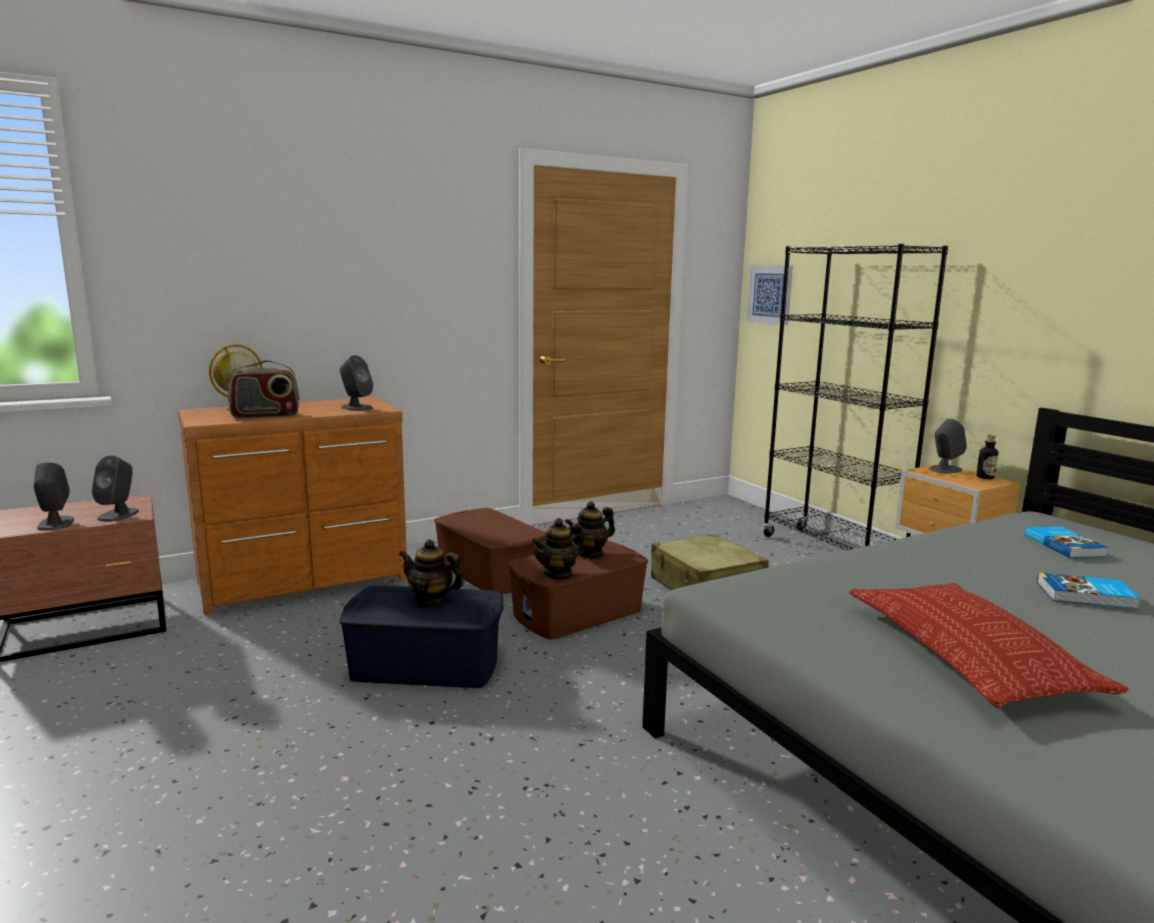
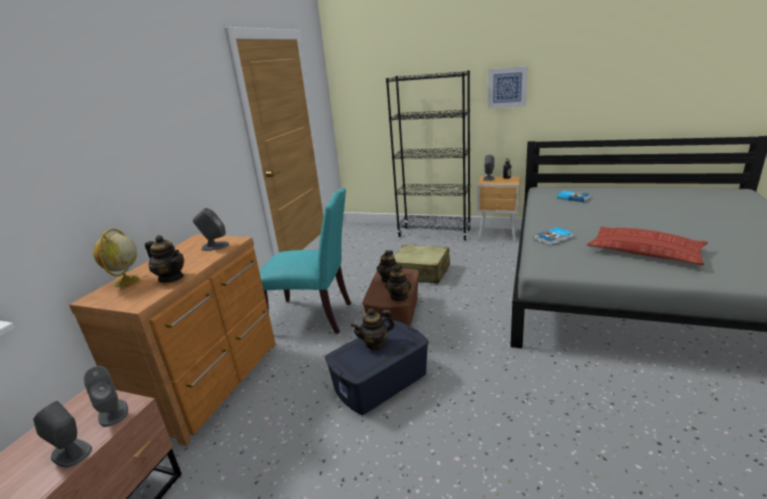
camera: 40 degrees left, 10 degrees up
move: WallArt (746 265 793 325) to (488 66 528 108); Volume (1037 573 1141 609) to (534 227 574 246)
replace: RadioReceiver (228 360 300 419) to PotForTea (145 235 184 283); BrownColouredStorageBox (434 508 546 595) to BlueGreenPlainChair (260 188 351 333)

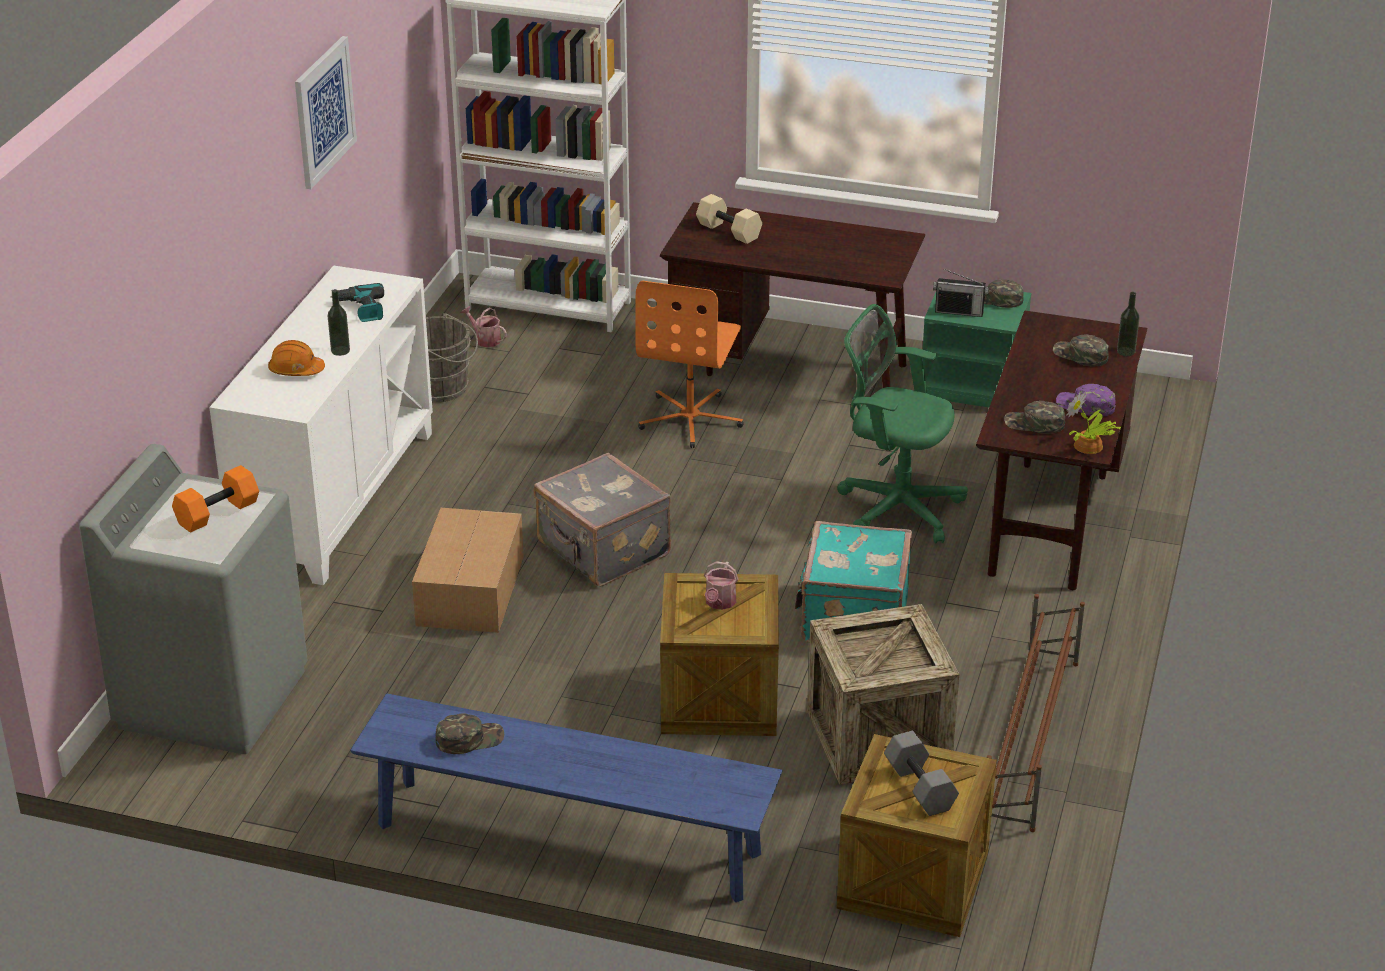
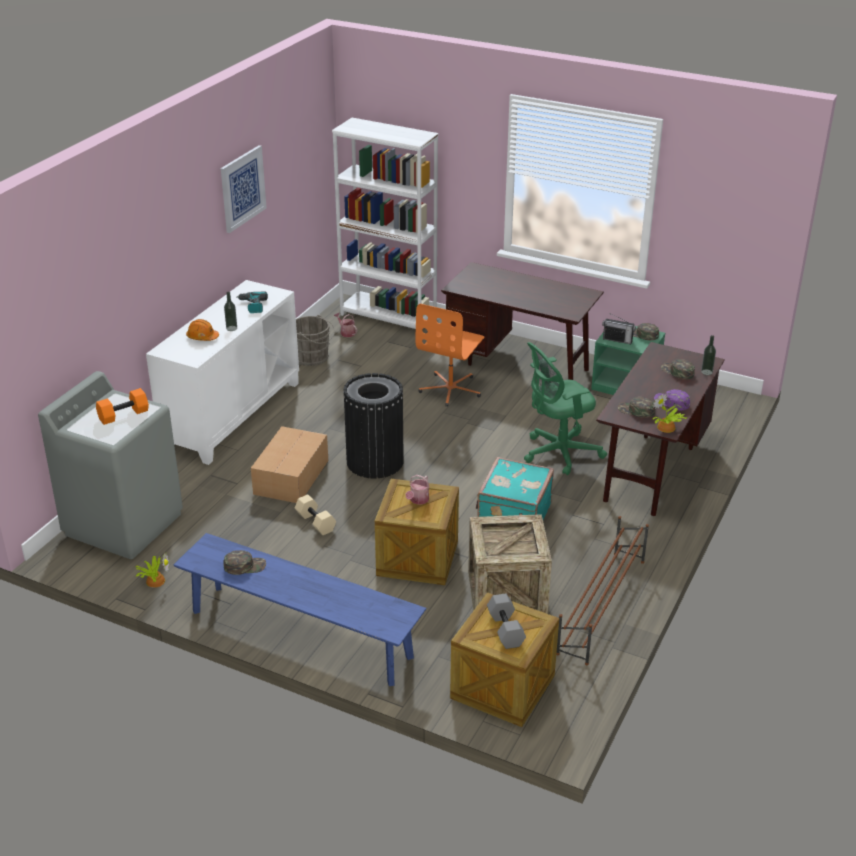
camera: 10 degrees right, 0 degrees up
insert: Houseplant (135 553 169 588)
move: BeigeColouredHandWeight (696 194 762 244) to (295 494 336 535)
replace: GrayPieceOfLuggage (534 452 671 586) to BlackWasteBin (343 373 404 479)
rotate: GreenishOfficeChair (837 304 968 544) = (524 342 607 475) 60 degrees counterclockwise

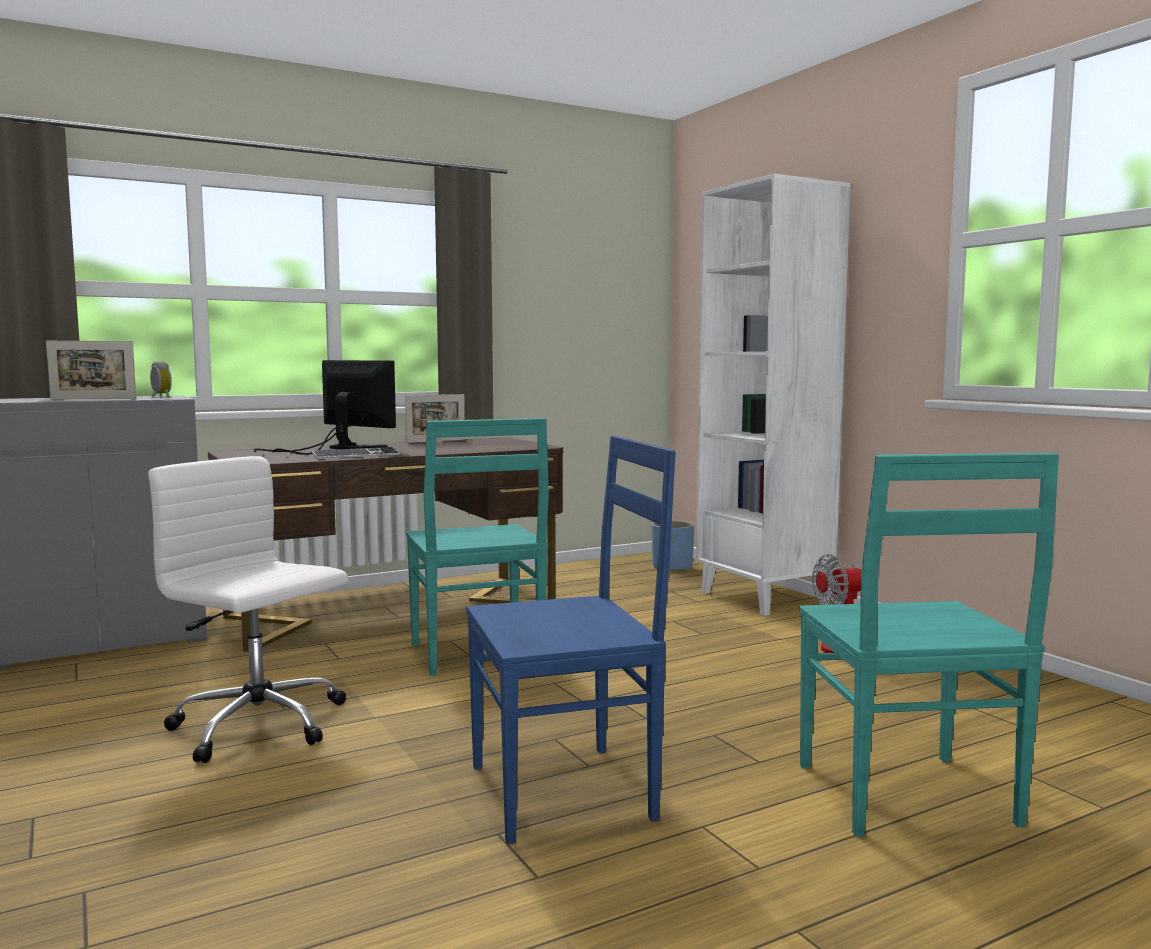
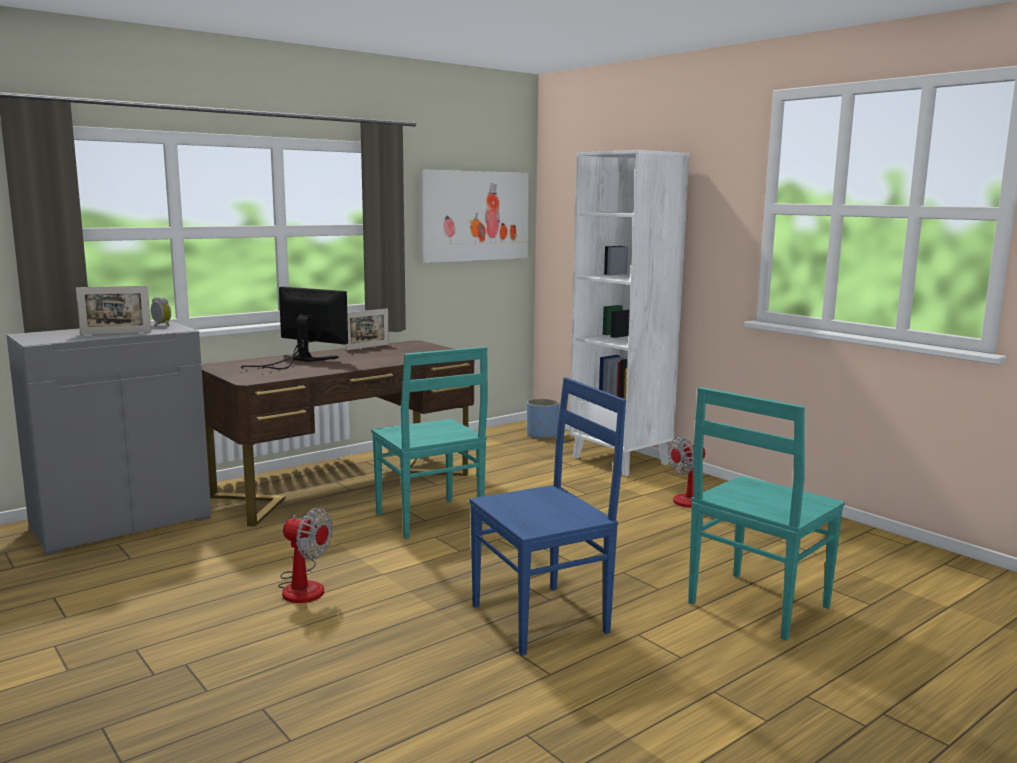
camera: 10 degrees left, 5 degrees up
delete: Keyboard (312 447 400 459)
insert: WallArt (419 169 529 263)
replace: WhitishOfficeChair (148 456 348 763) to ElectricFan (278 508 333 603)
rotate: BlueGreenPlainChair (799 453 1059 836) = (688 387 845 641) 60 degrees clockwise

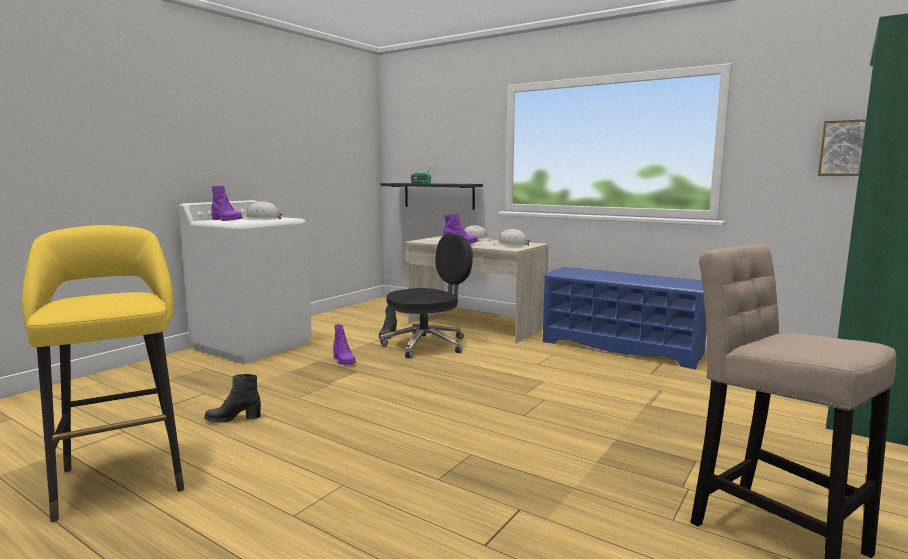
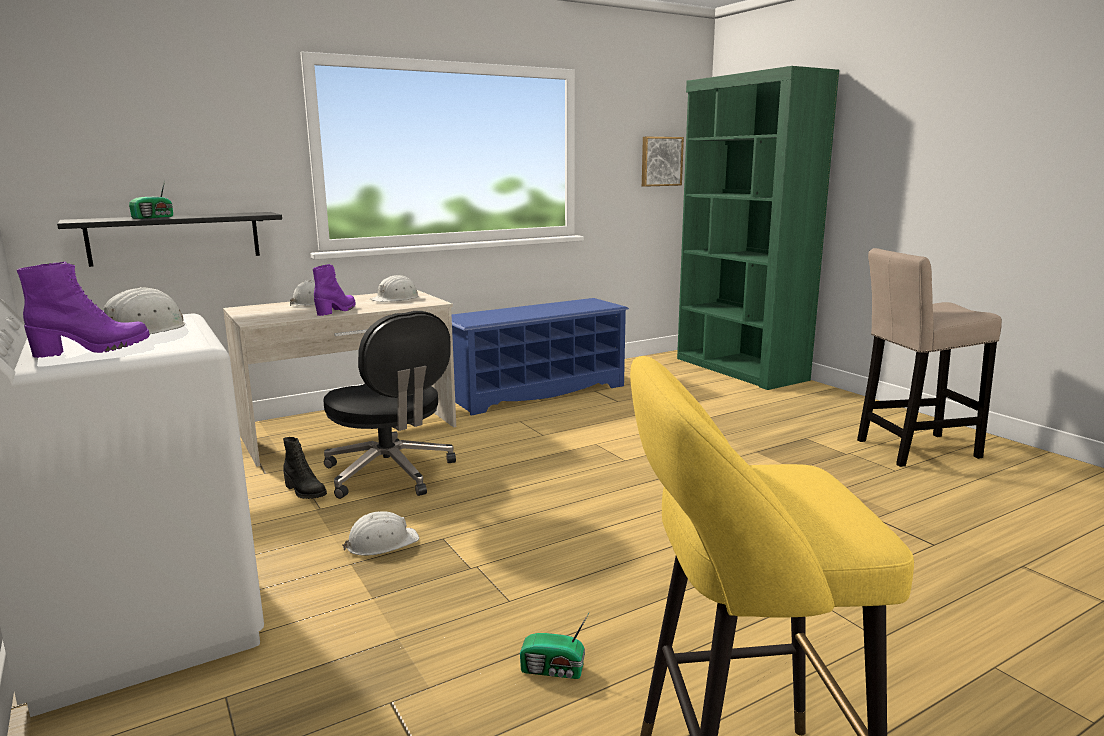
camera: 65 degrees left, 5 degrees up
replace: BlackTallBoot (204 374 261 423) to RadioReceiver (520 613 589 679); PurpleTallBoot (333 324 356 365) to WhitishSafetyHelmet (342 511 419 556)
rotate: BlackOfficeChair (380 234 473 358) = (323 311 456 499) 150 degrees clockwise

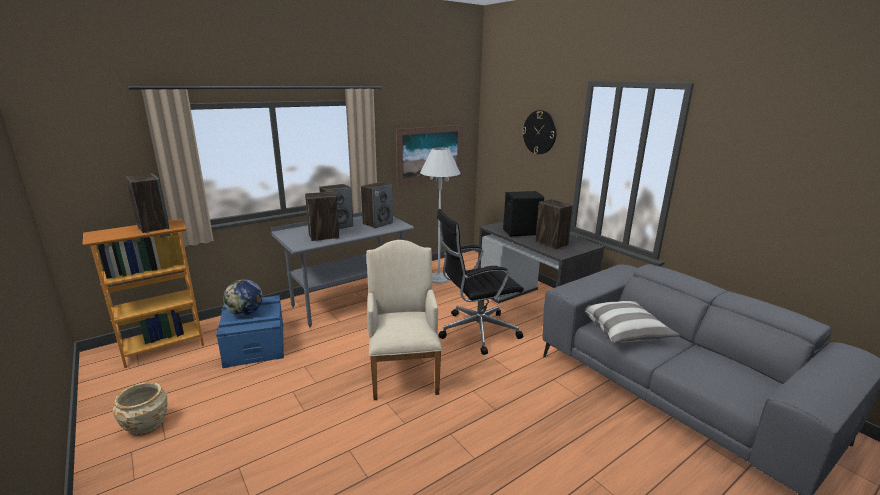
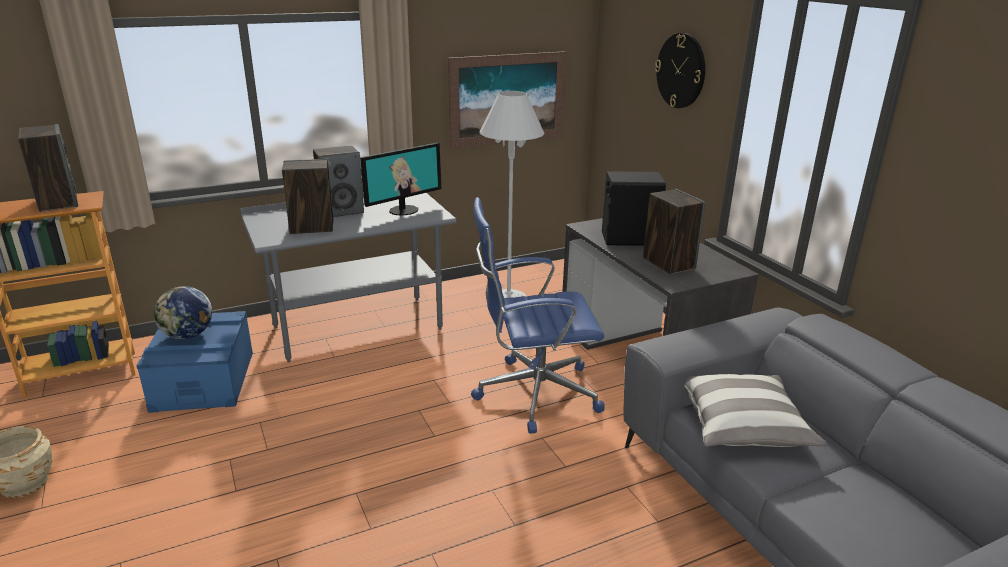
camera: 10 degrees right, 5 degrees up
delete: BeigeColouredEasyChair (366 240 442 400)
replace: Loudspeaker (361 182 393 228) to ComputerScreen (360 143 442 216)
recolor: BlackOfficeChair (437 209 524 355) to BlueOfficeChair (471 197 605 434)

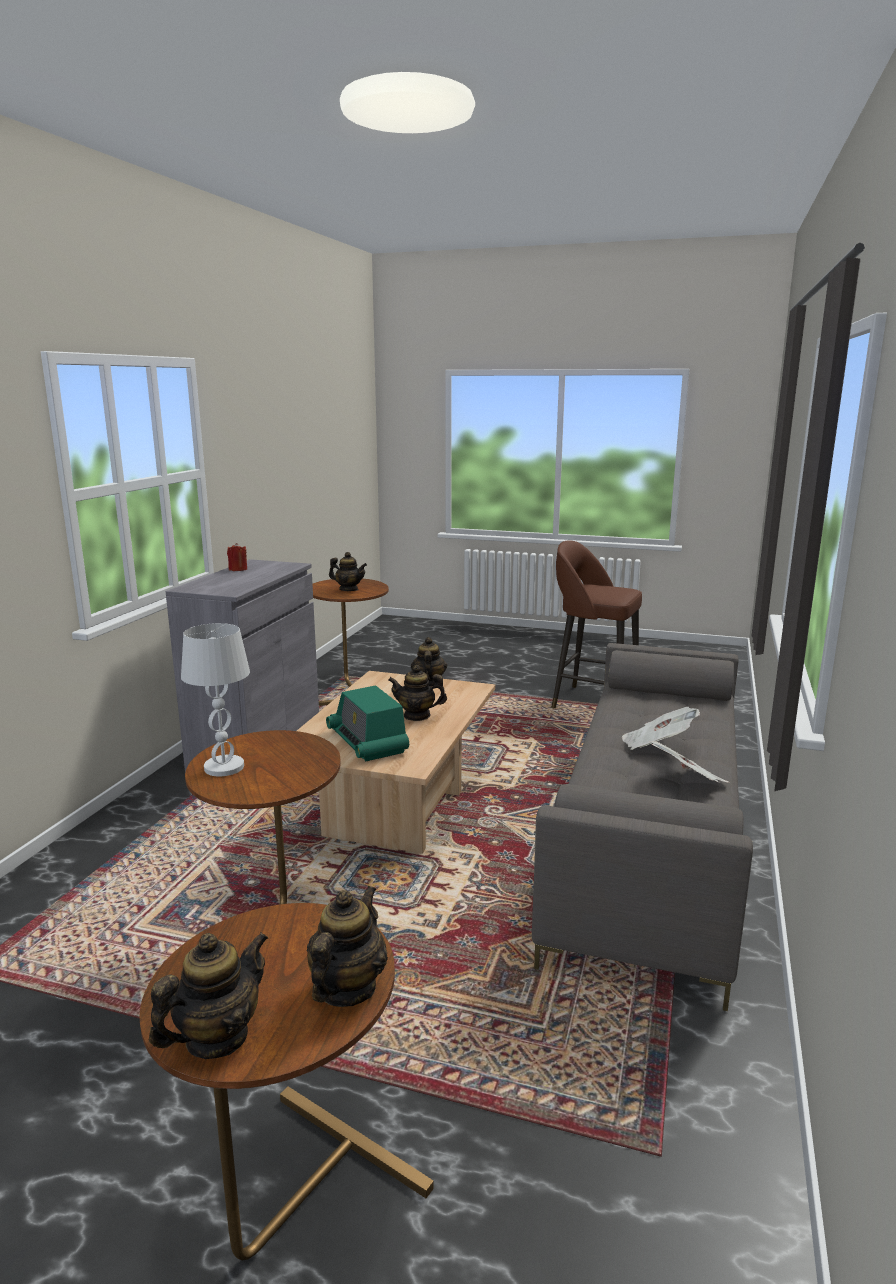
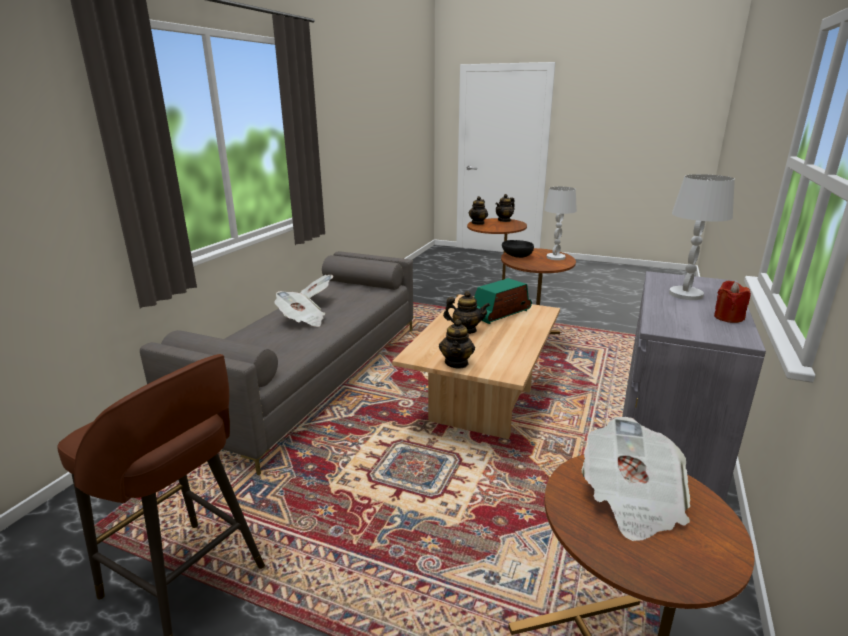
camera: 175 degrees left, 5 degrees up
insert: BlackBowl (502 240 534 258); WhitishTabletopLamp (669 174 735 300)
replace: PotForTea (329 552 367 591) to DailyPaper (581 417 690 541)
rotate: RadioReceiver (326 685 409 762) = (474 278 532 324) 105 degrees counterclockwise

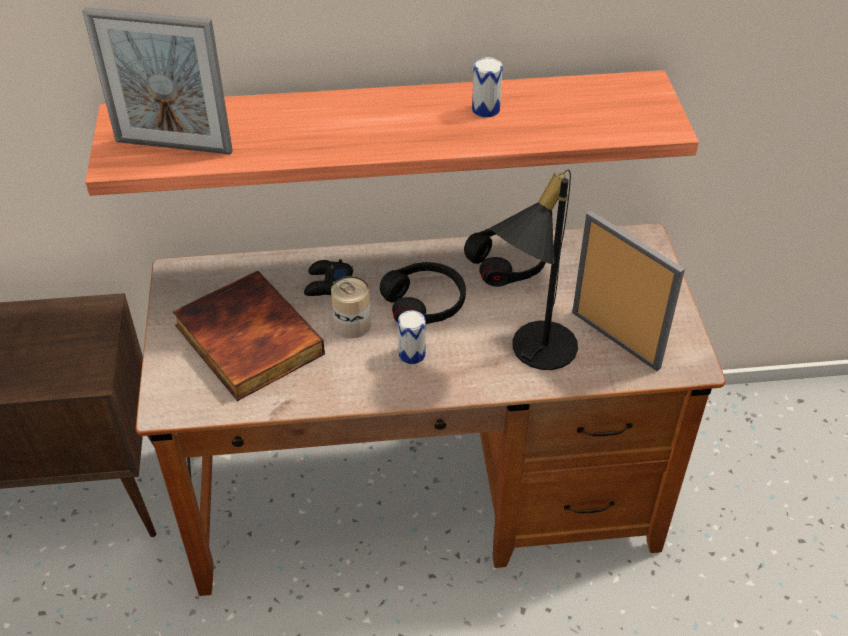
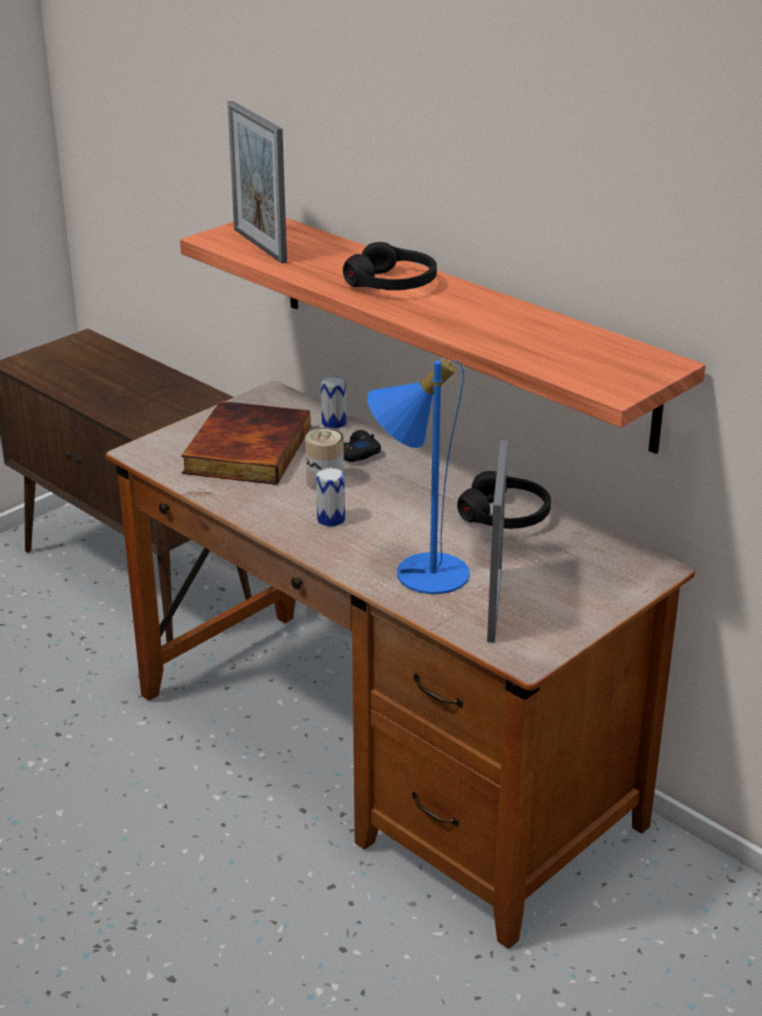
camera: 50 degrees right, 15 degrees down
move: BlackPairOfHeadphones (380 262 466 324) to (343 242 437 290); MetalCan (472 57 503 118) to (321 376 347 429)
recolor: BlackTabletopLamp (491 170 578 370) to BlueTabletopLamp (367 359 470 594)

